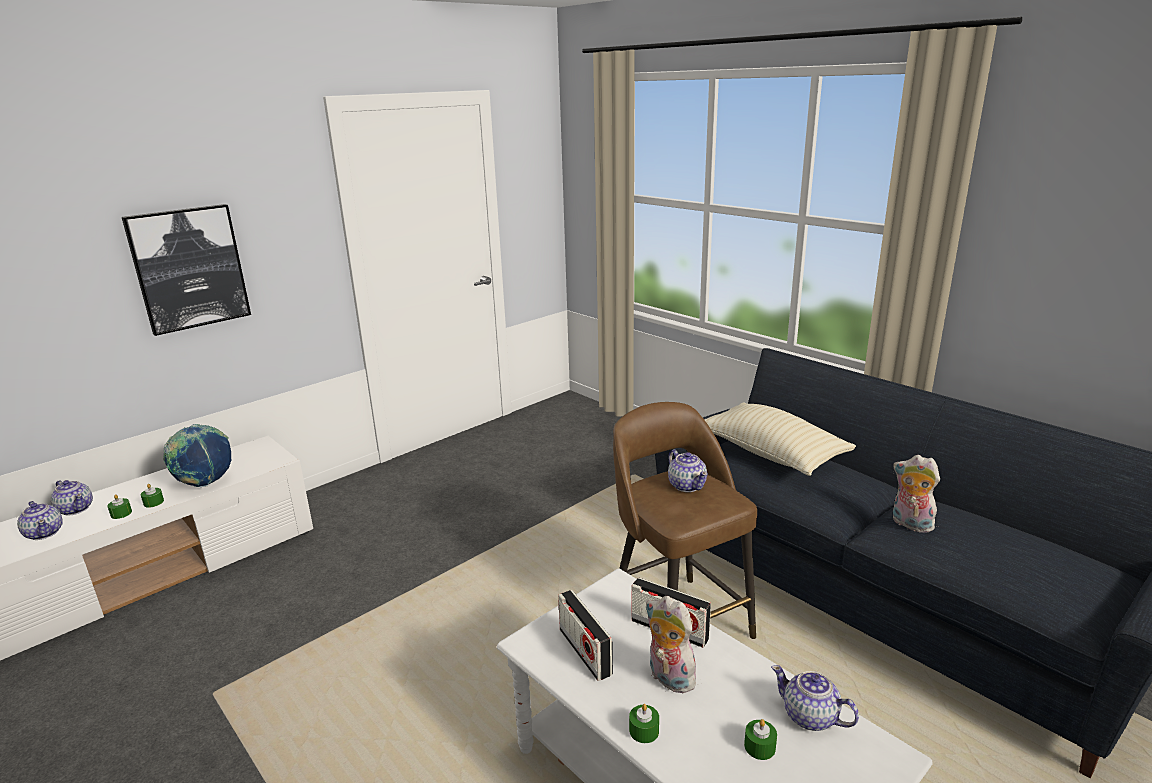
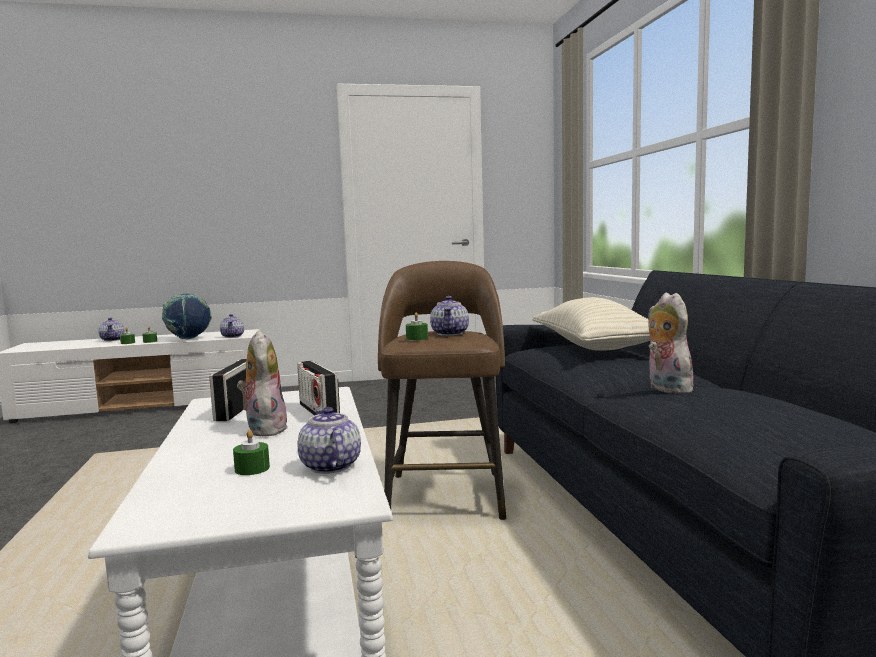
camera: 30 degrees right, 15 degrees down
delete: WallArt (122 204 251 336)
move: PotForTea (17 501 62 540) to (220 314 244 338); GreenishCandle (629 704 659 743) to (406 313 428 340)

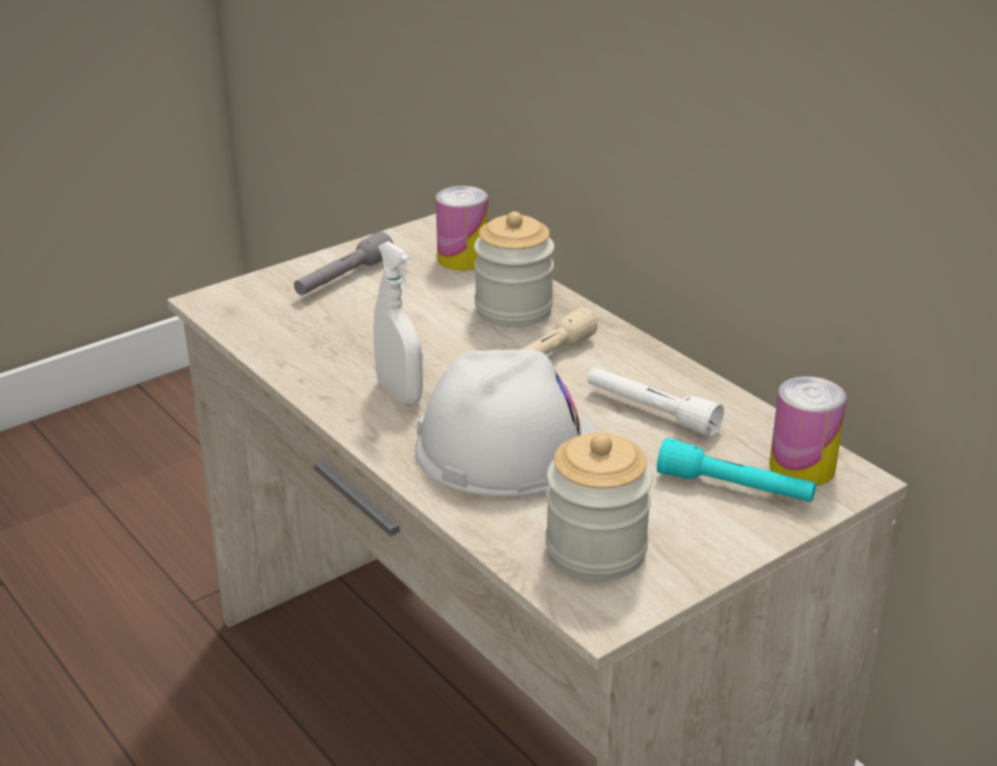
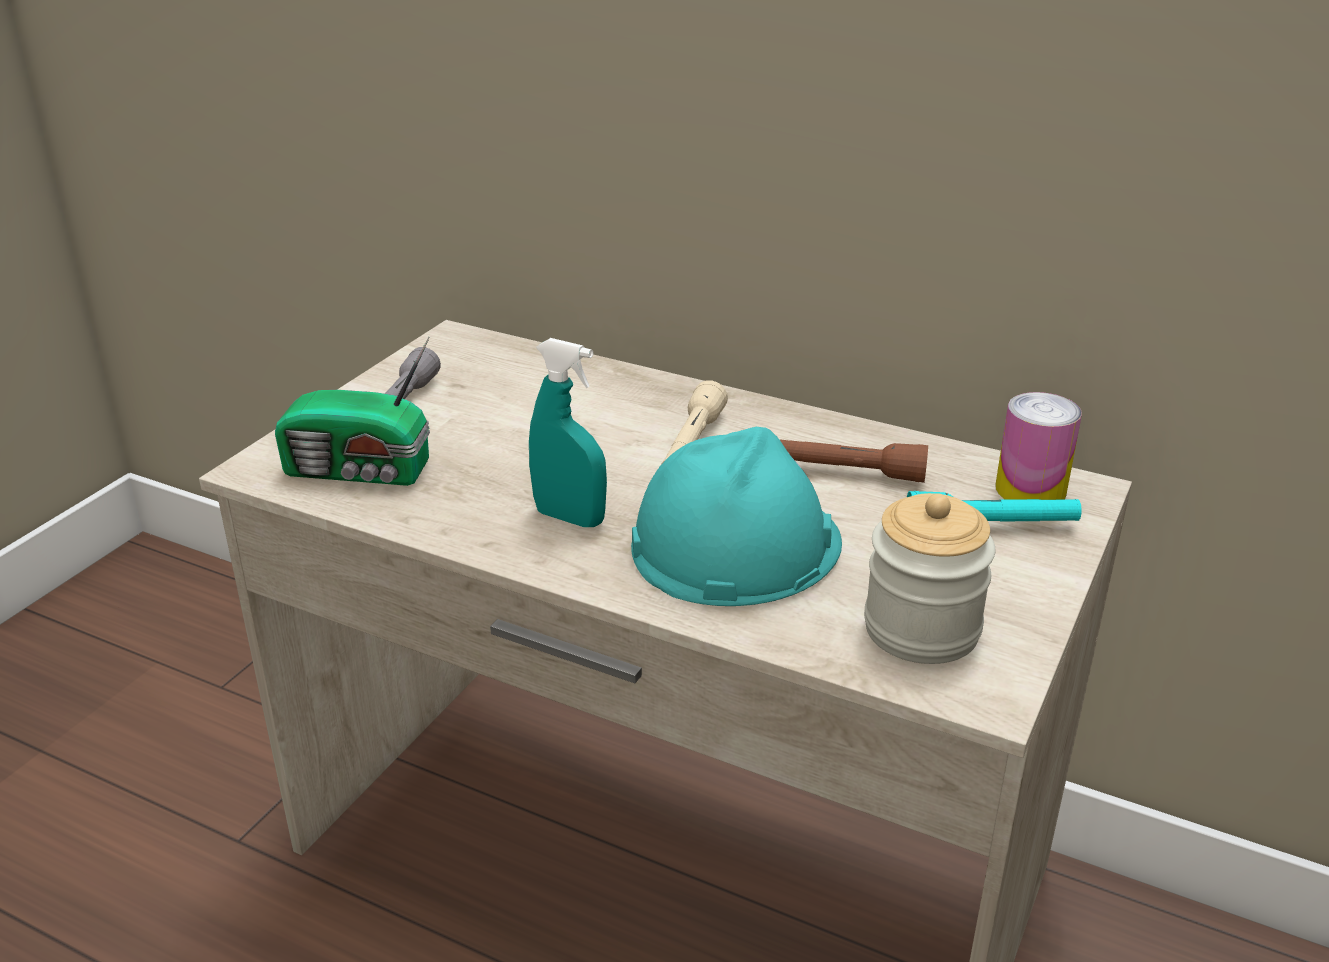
camera: 25 degrees left, 0 degrees up
delete: MetalCan (436 186 488 271); StorageJar (474 211 555 327)
insert: RadioReceiver (275 337 430 486)
recolor: WhitishSprayer (373 241 423 405) to BlueGreenSprayer (529 338 607 527); WhitishSafetyHelmet (415 349 599 496) to BlueGreenSafetyHelmet (631 427 842 606); WhitishFlashlight (587 367 724 437) to BrownColouredFlashlight (779 439 928 483)

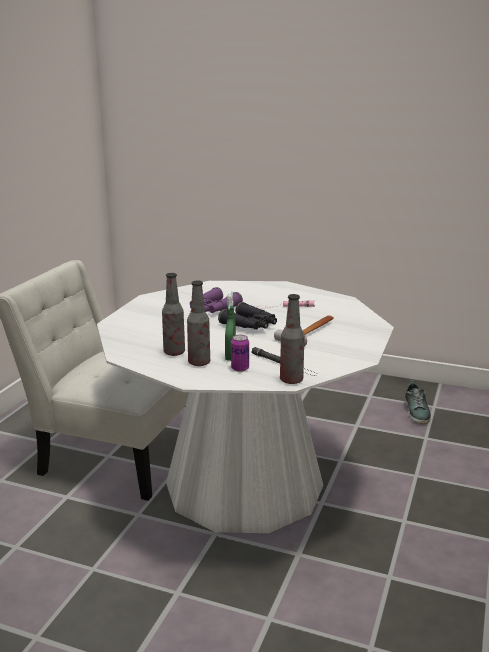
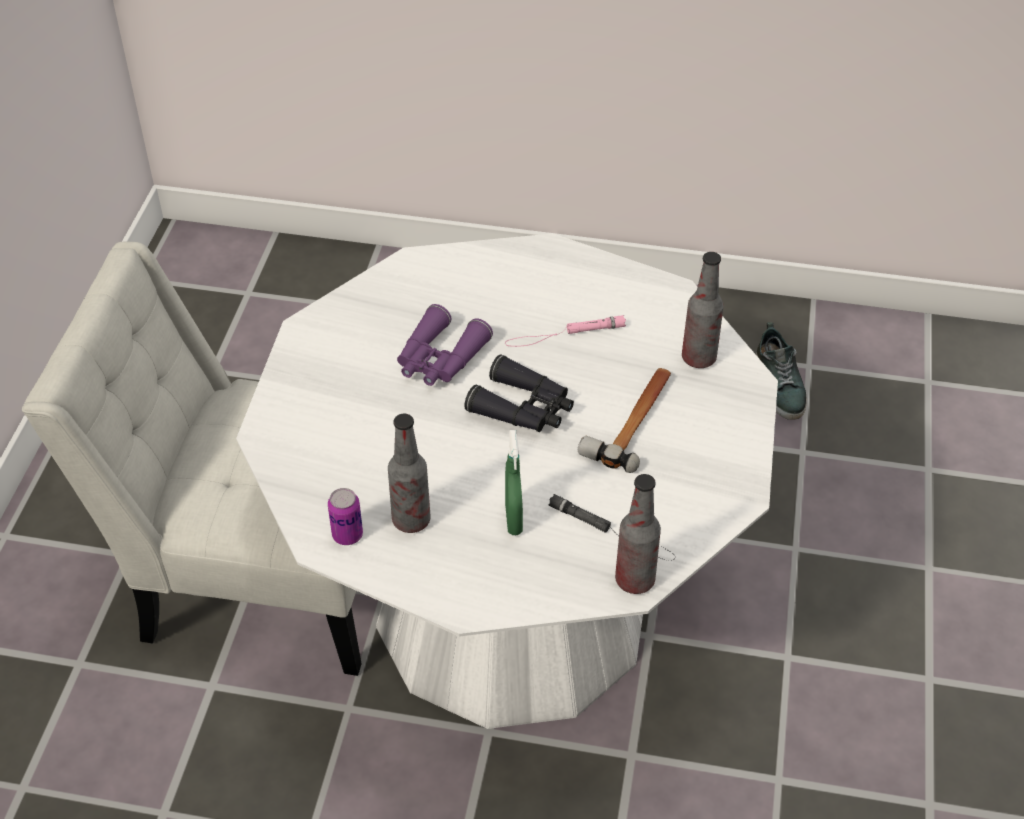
camera: 10 degrees left, 25 degrees up
move: BeverageBottle (187 280 210 366) to (682 252 724 368); MetalCan (231 335 249 372) to (328 488 363 545)

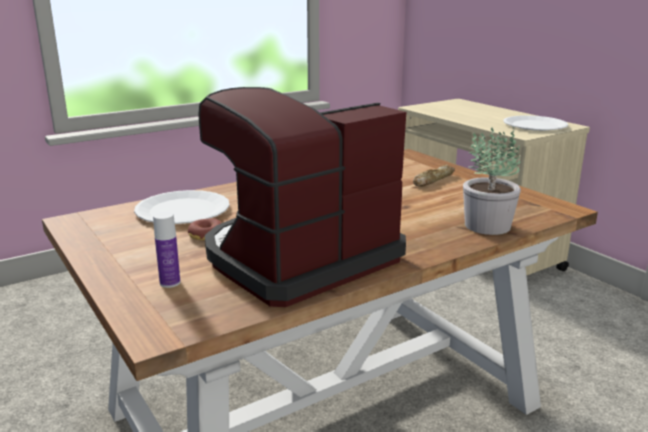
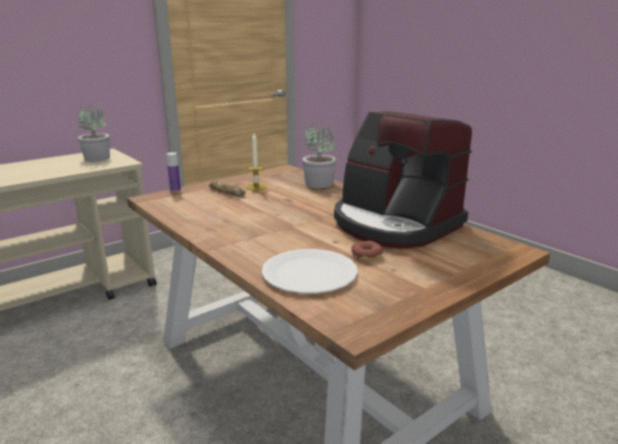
camera: 95 degrees left, 0 degrees up
insert: Candle (246 133 267 191)
move: BeverageBottle (153 212 180 288) to (166 152 181 192)
replace: WhitishDinnerPlate (503 115 569 131) to Houseplant (77 104 110 162)

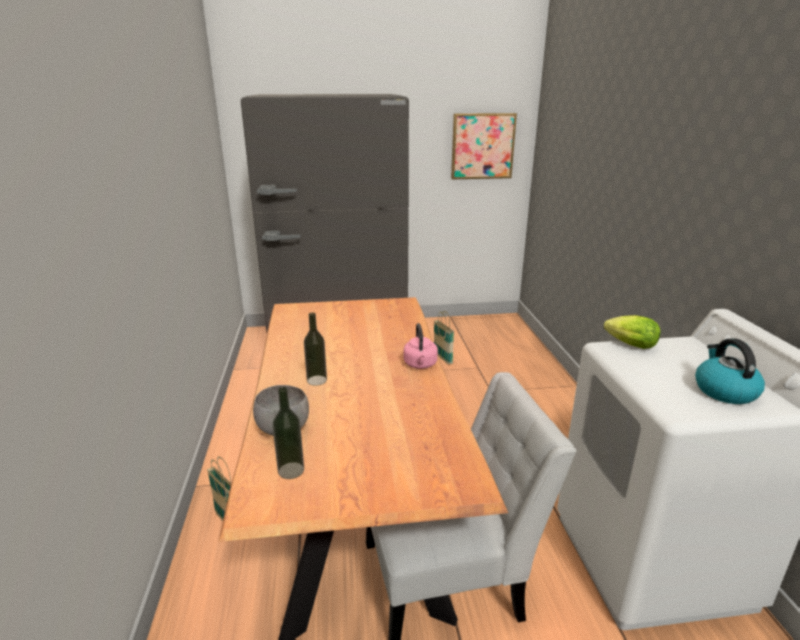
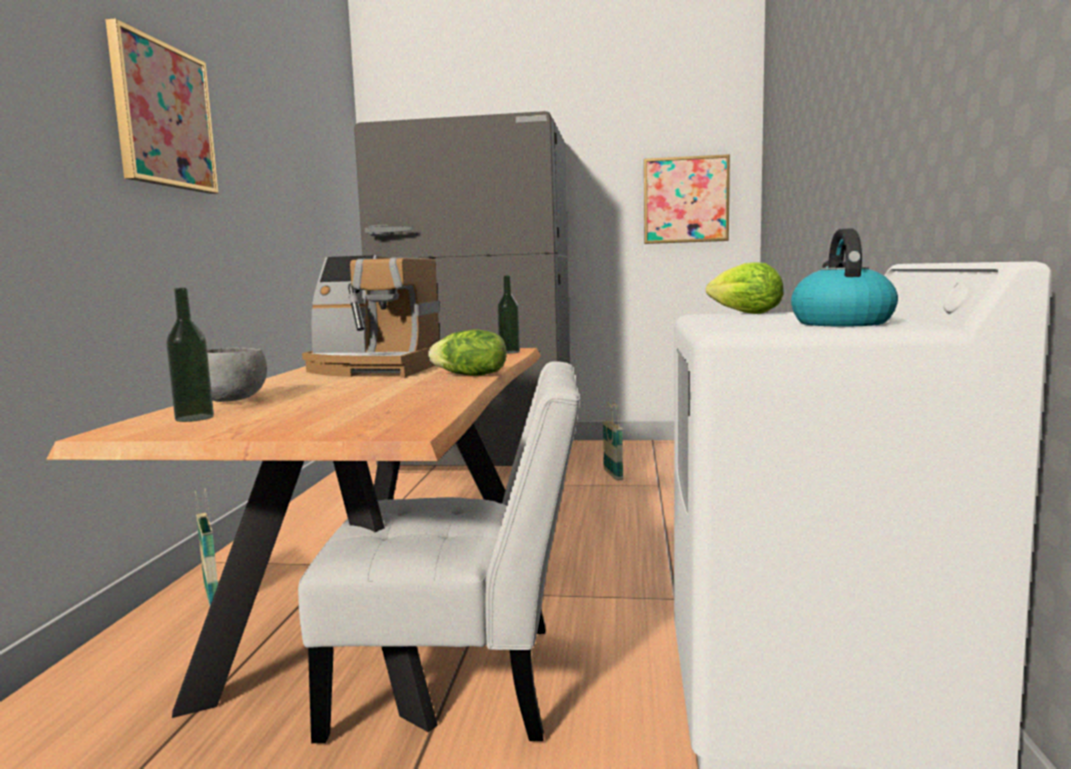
camera: 15 degrees right, 15 degrees down
insert: WallArt (105 18 219 194); CoffeeMaker (302 255 440 377)
move: BeverageBottle (304 312 327 386) to (497 275 520 354)
replace: PinkishKettle (404 323 438 369) to Lettuce (429 330 507 376)

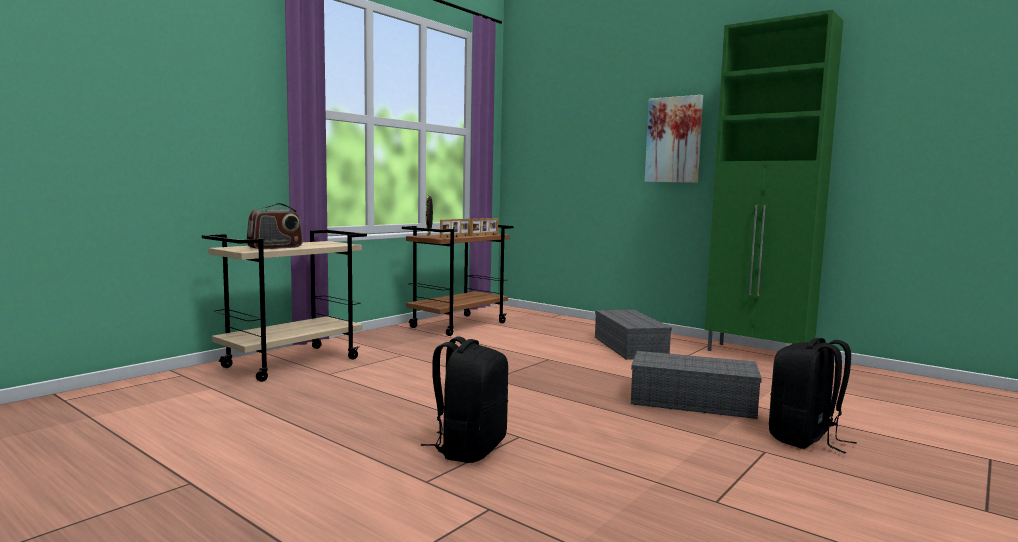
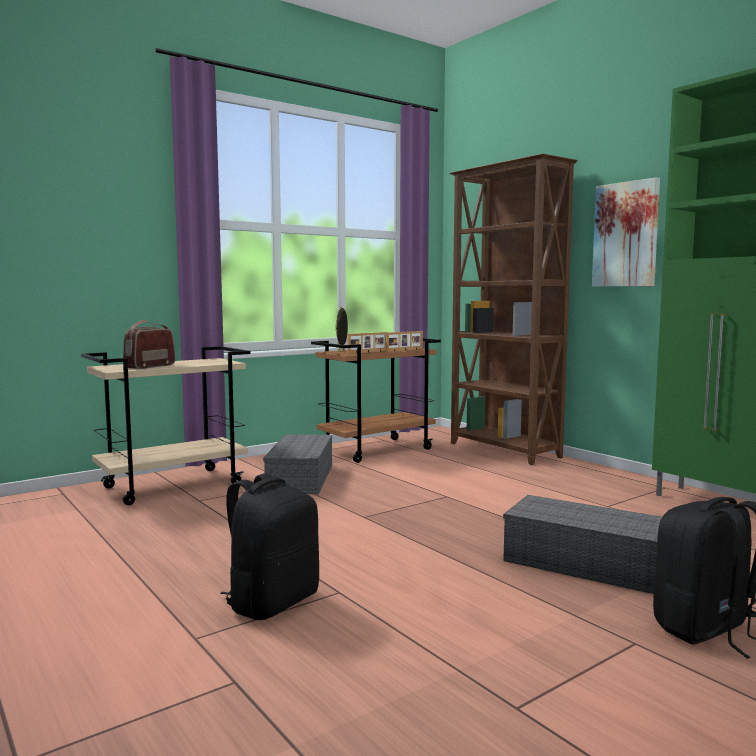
camera: 15 degrees right, 0 degrees up
insert: BrownColouredBookshelf (450 153 578 465)
move: GrayStorageBox (595 310 672 360) to (263 434 332 494)
rotate: RadioReceiver (247 203 303 249) = (123 320 176 369) 150 degrees clockwise

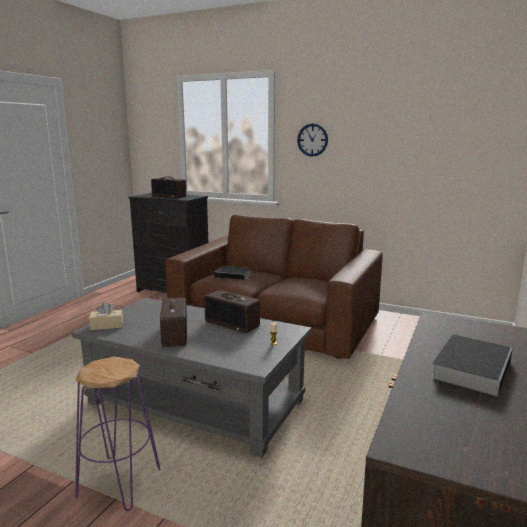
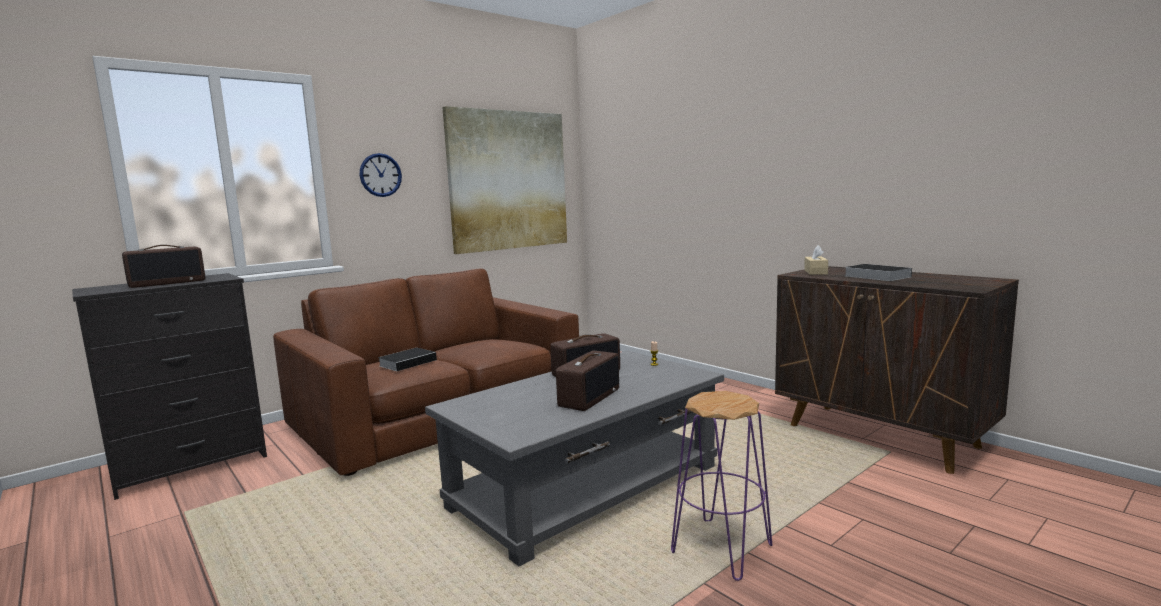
camera: 65 degrees left, 5 degrees down
insert: WallArt (442 106 567 254)
move: BeigeColouredTissueBox (89 302 123 330) to (804 245 828 275)
rotate: RadioReceiver (160 297 188 347) = (556 351 619 411) 105 degrees clockwise

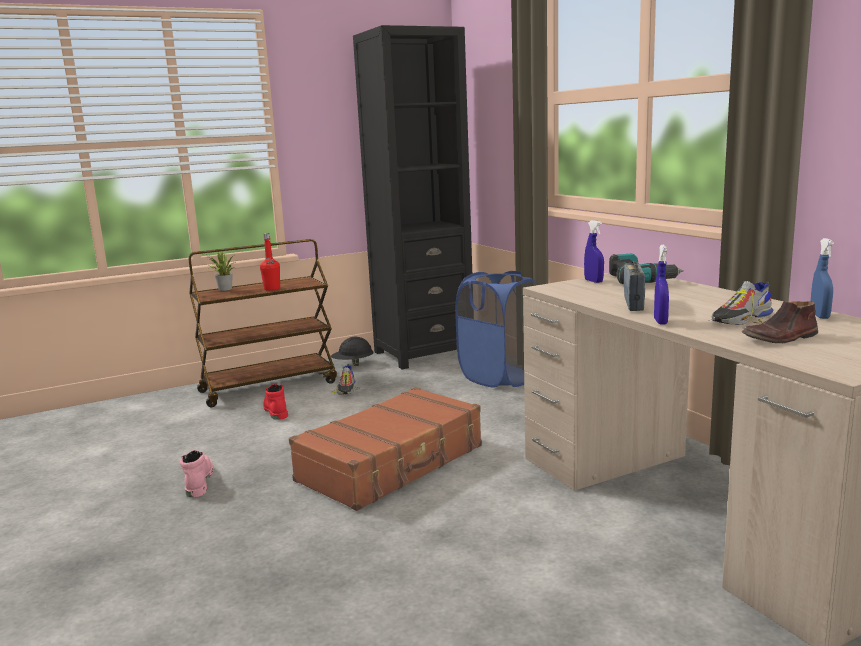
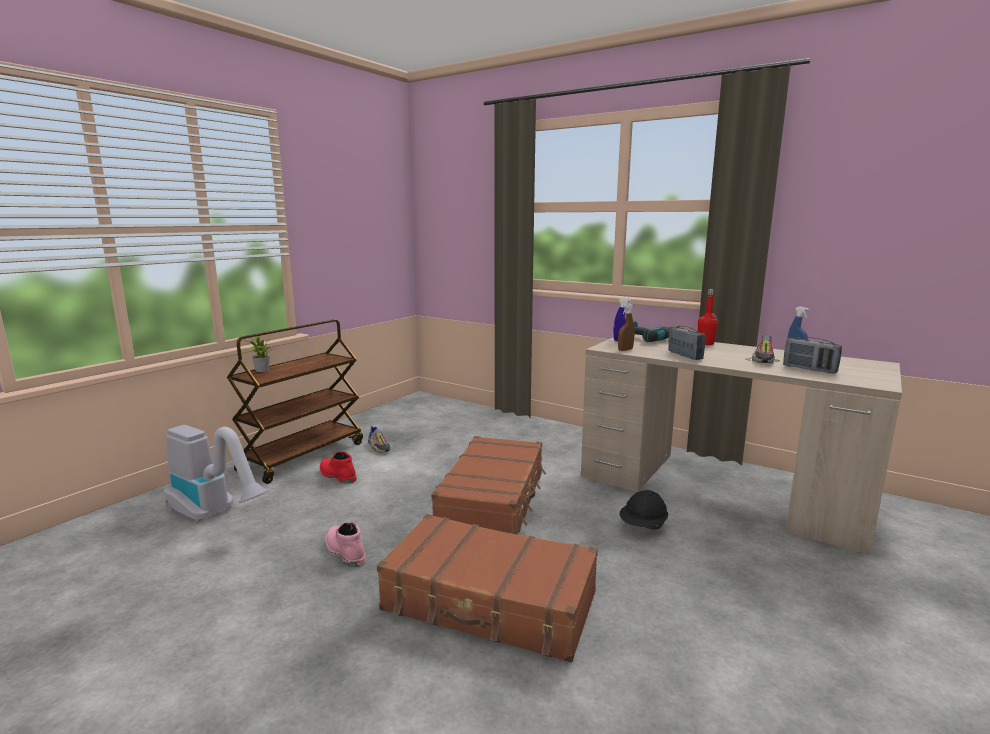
camera: 30 degrees left, 0 degrees up
delete: BlackBookshelf (353 25 472 369); BlueLaundryBasket (455 271 535 388); BlueSprayer (654 245 669 324)
insert: VacuumCleaner (164 425 269 522); BrownColouredPieceOfLuggage (377 514 598 663); BrownColouredSprayer (618 304 635 351)
move: RedBeverageBottle (260 233 280 291) to (698 289 718 345); BlackSafetyHelmet (331 337 374 366) to (620 490 668 530)
replace: BrownColouredItemOfFootwear (742 301 818 343) to RadioReceiver (783 337 842 373)

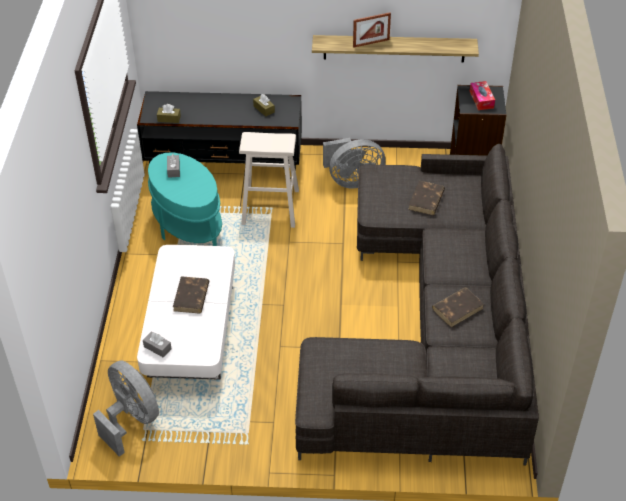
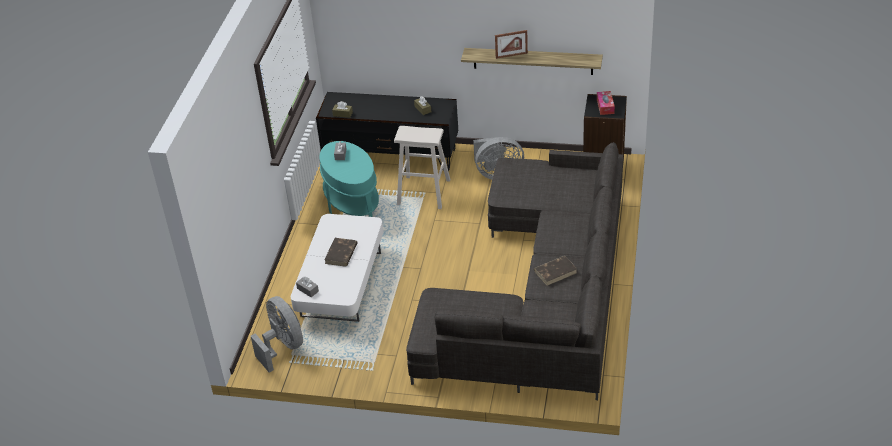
camera: 10 degrees right, 5 degrees down
delete: BrownColouredVolume (408 180 445 215)

